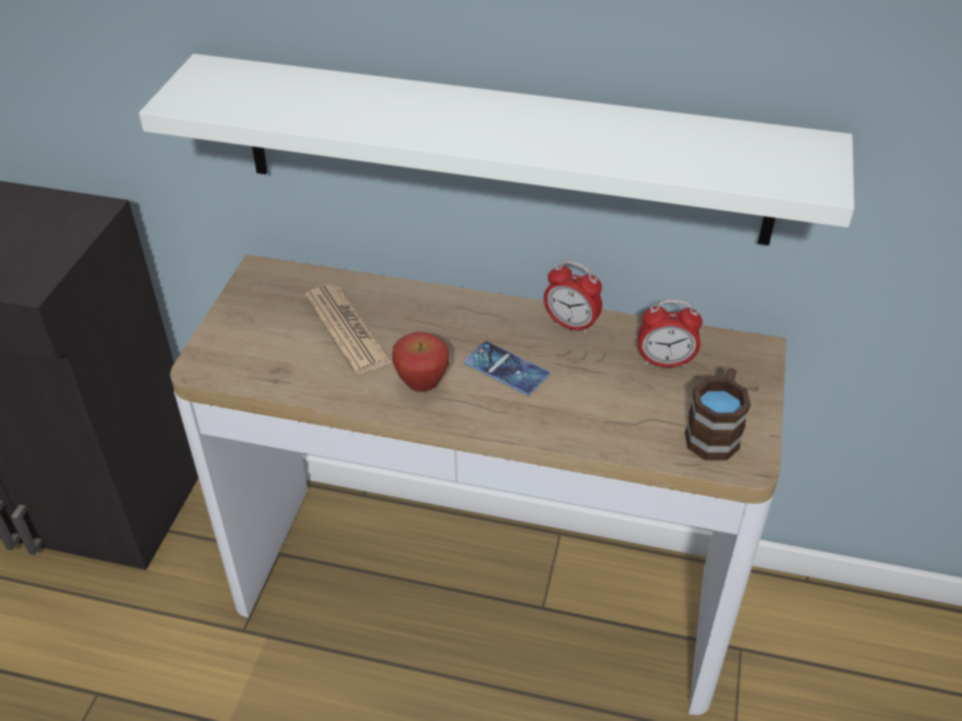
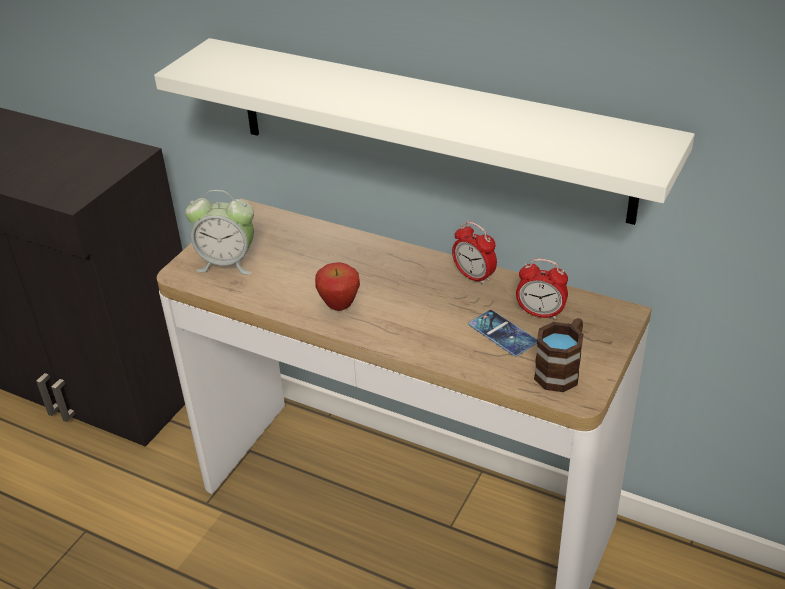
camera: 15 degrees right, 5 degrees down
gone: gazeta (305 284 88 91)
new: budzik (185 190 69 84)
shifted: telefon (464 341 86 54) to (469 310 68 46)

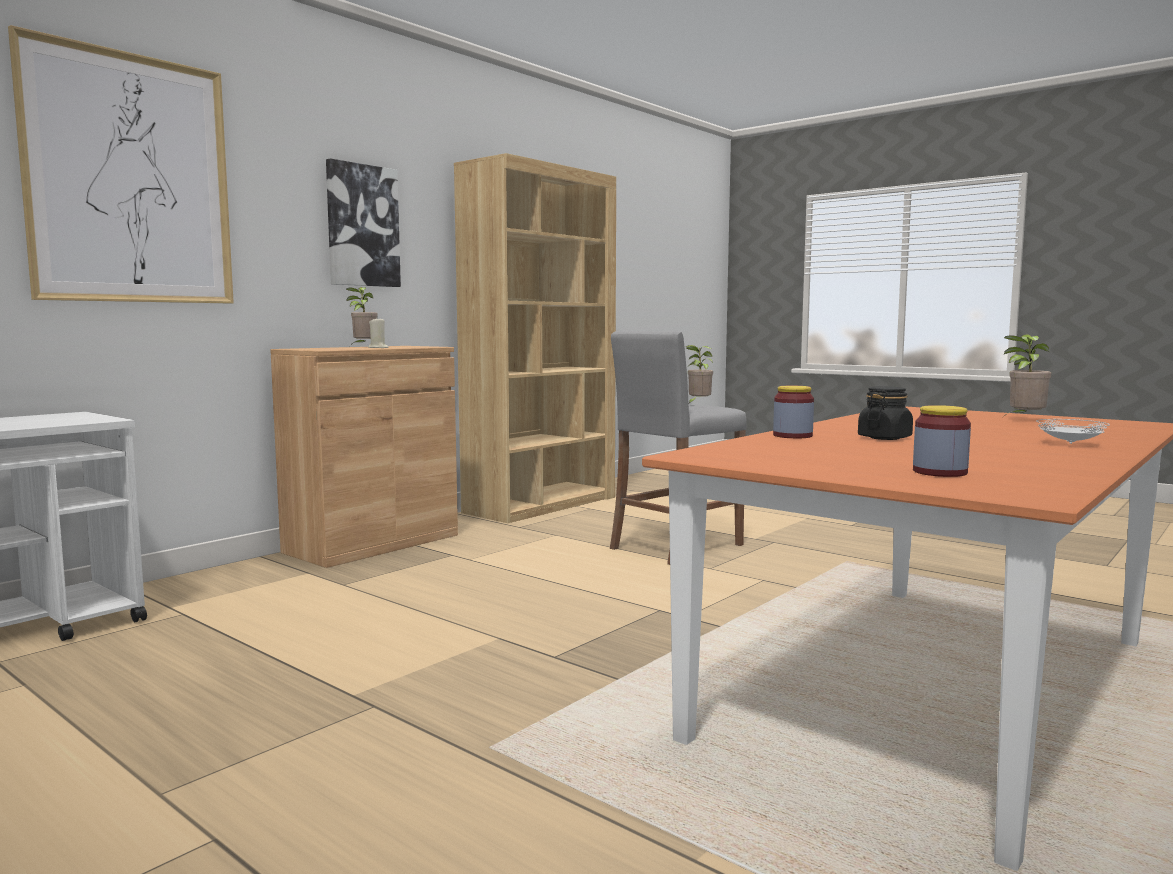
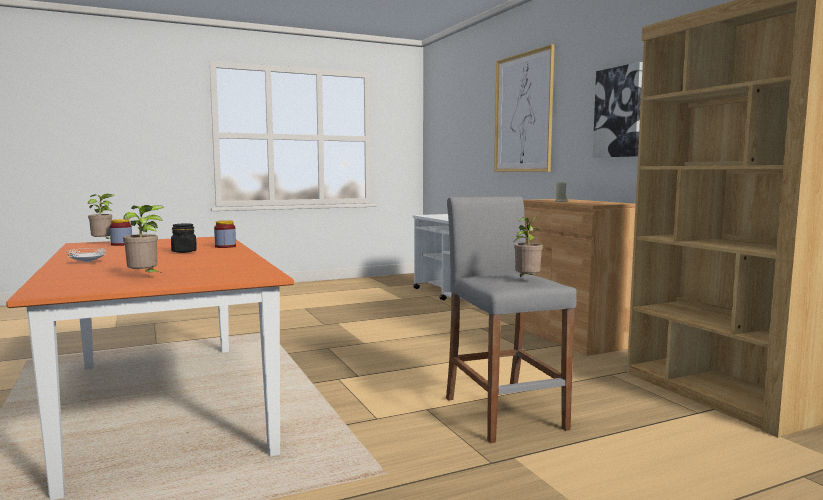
camera: 115 degrees right, 0 degrees up
shifted: roślina doniczkowa (346 287 32 59) to (87 194 28 45)

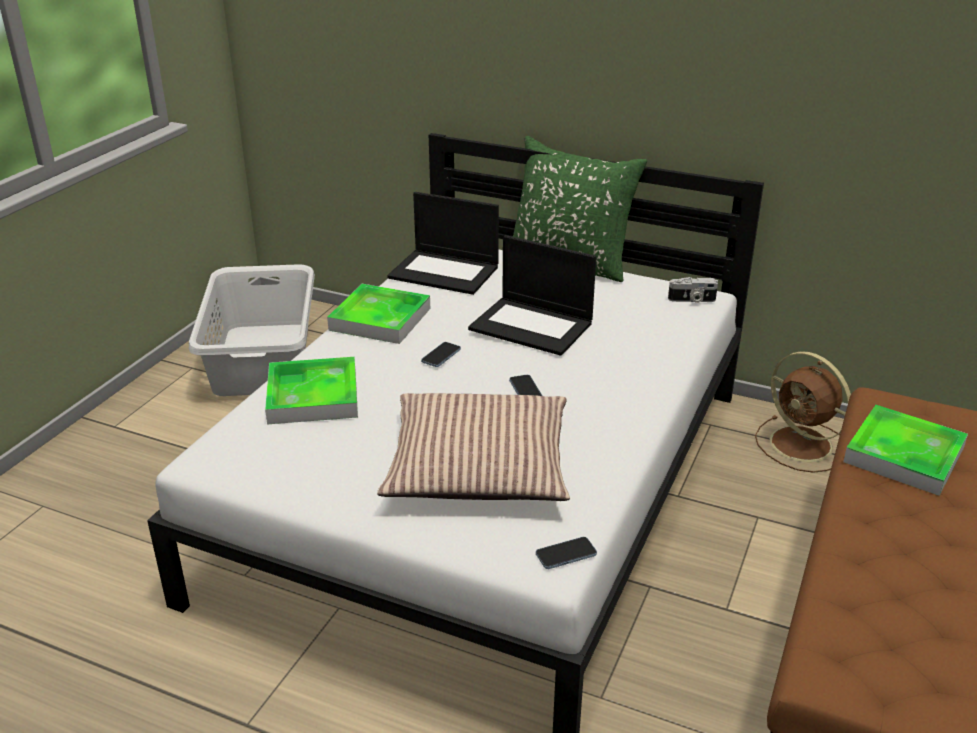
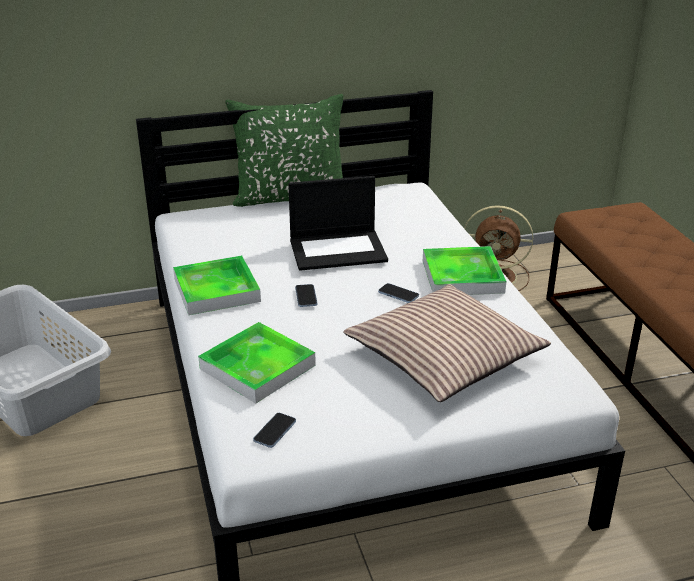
camera: 40 degrees left, 0 degrees up
gone: laptop (387 192 112 103); aparat fotograficzny (668 277 50 26)
shifted: taca (843 405 125 91) to (423 246 83 49); telefon (536 537 61 32) to (253 413 43 35)

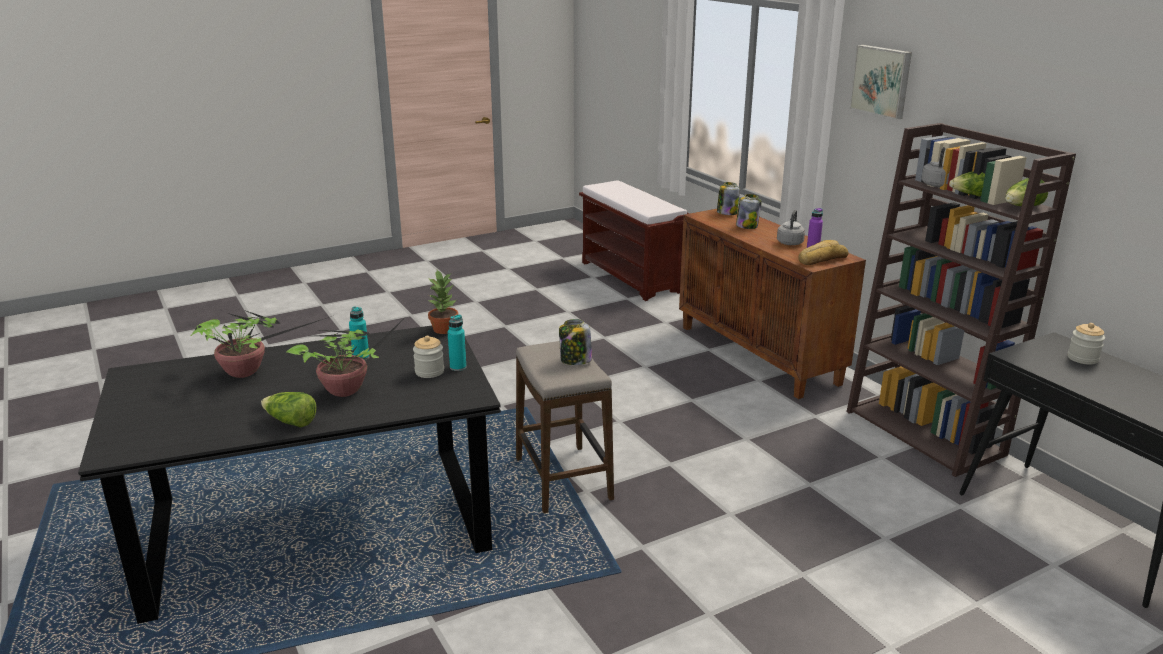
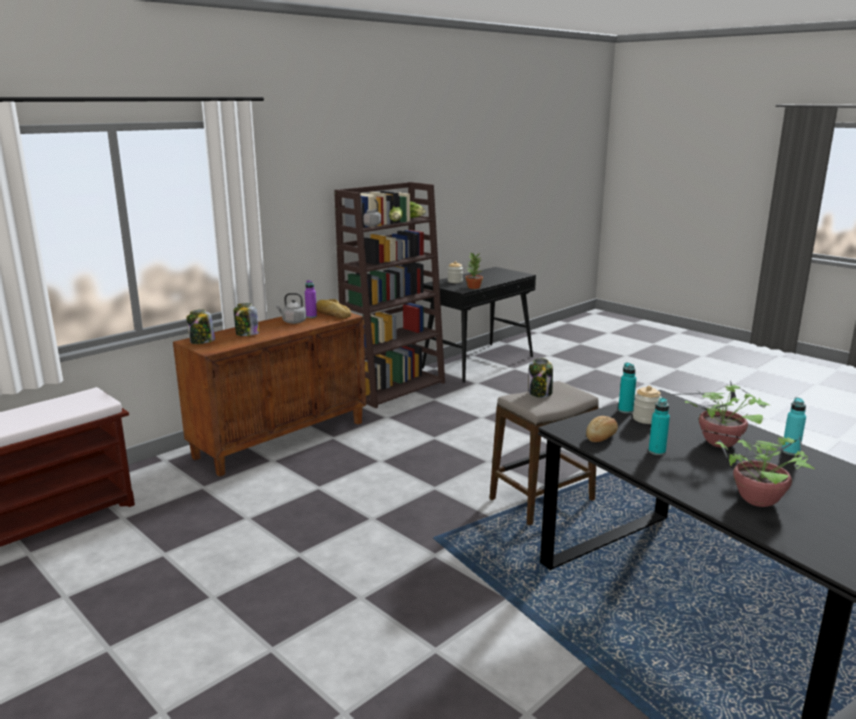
camera: 105 degrees left, 5 degrees down
gone: obraz (849 45 63 75)
new: chleb (586 416 32 26)
shifted: roślina doniczkowa (428 270 30 64) to (465 253 18 36)
swapped: sałata (261 392 56 36) to butelka/turkusowy (782 398 24 57)

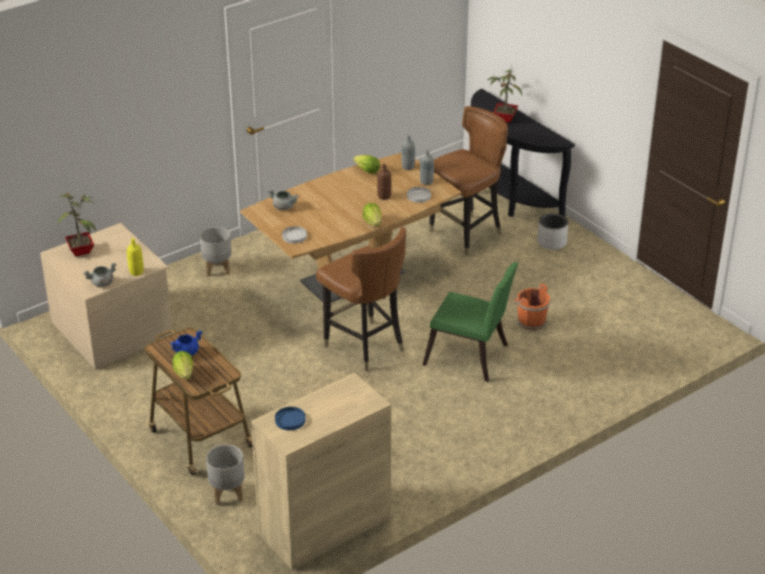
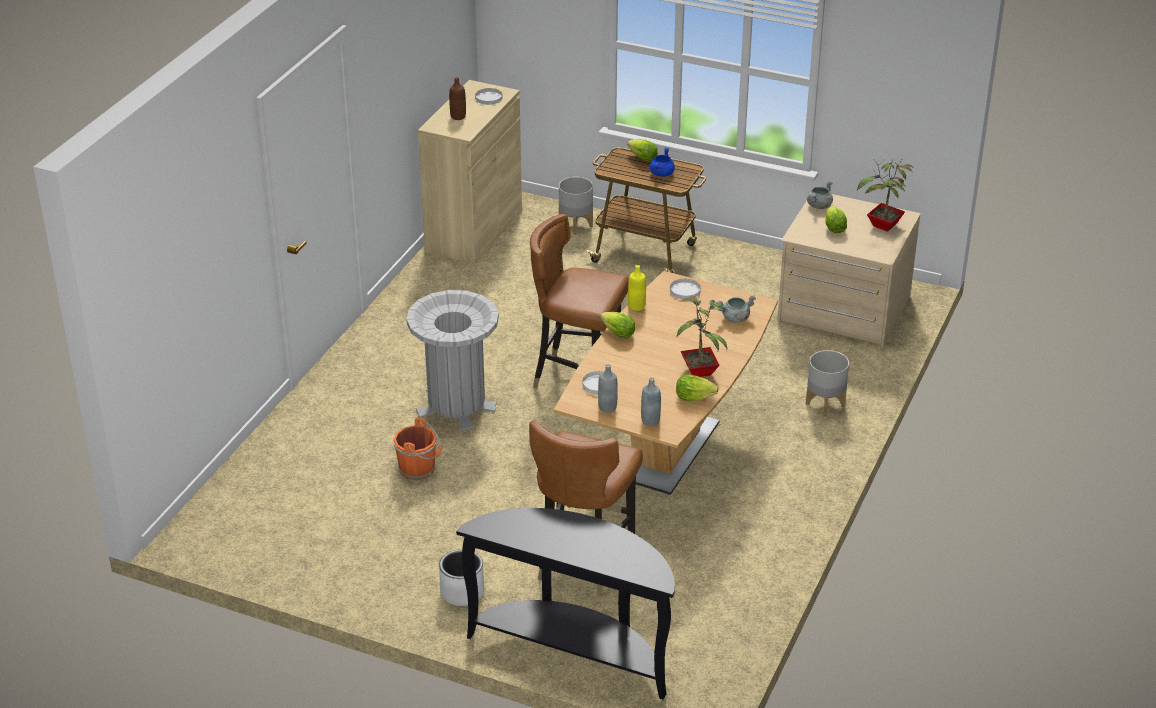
camera: 150 degrees right, 0 degrees up
new: sałata (825 206 22 27)
shifted: roślina doniczkowa (486 65 36 58) to (677 296 50 81); butelka/brązowy (377 164 14 36) to (449 77 17 43); butelka/żółty (127 238 17 38) to (628 265 18 46)
swapped: krzesło/zielony (423 262 96 120) to kosz na śmieci/szary (406 290 93 141)
repainted: talerz/niebieski (275 407 31 23) to talerz/biały (475 88 27 17)

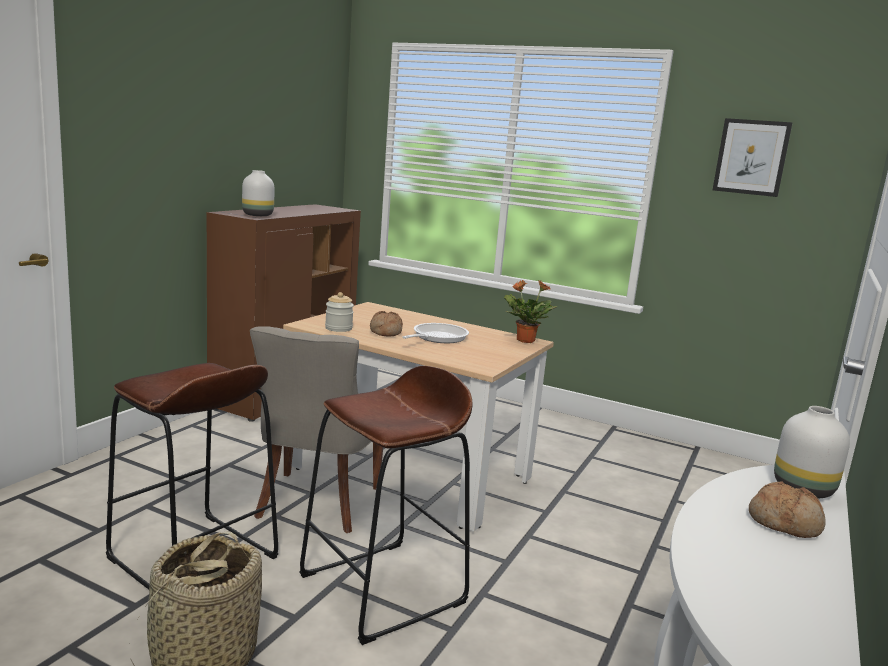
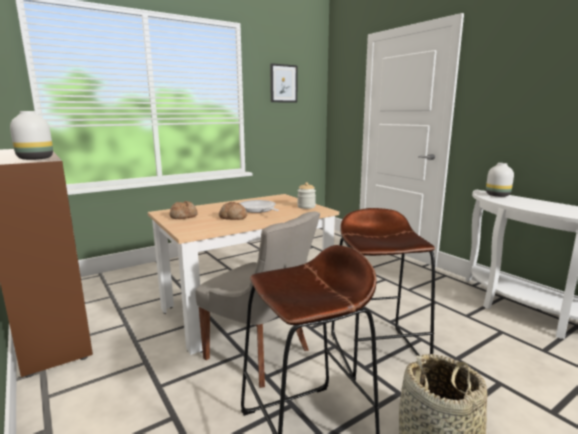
camera: 60 degrees left, 0 degrees up
gone: roślina doniczkowa (504 280 54 63)
shifted: słoik (325 292 29 40) to (297 182 19 27); chleb (749 481 77 57) to (169 201 29 18)

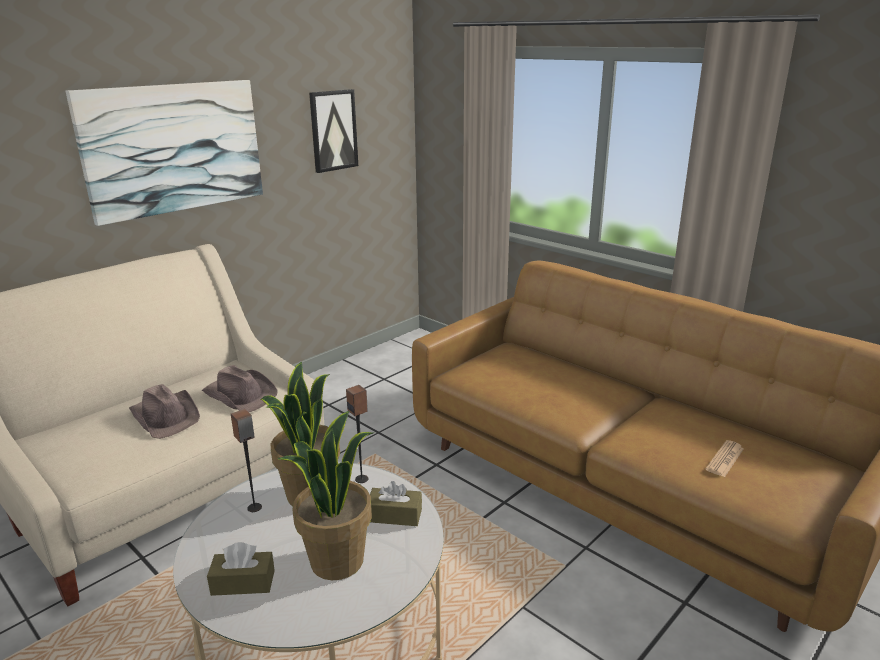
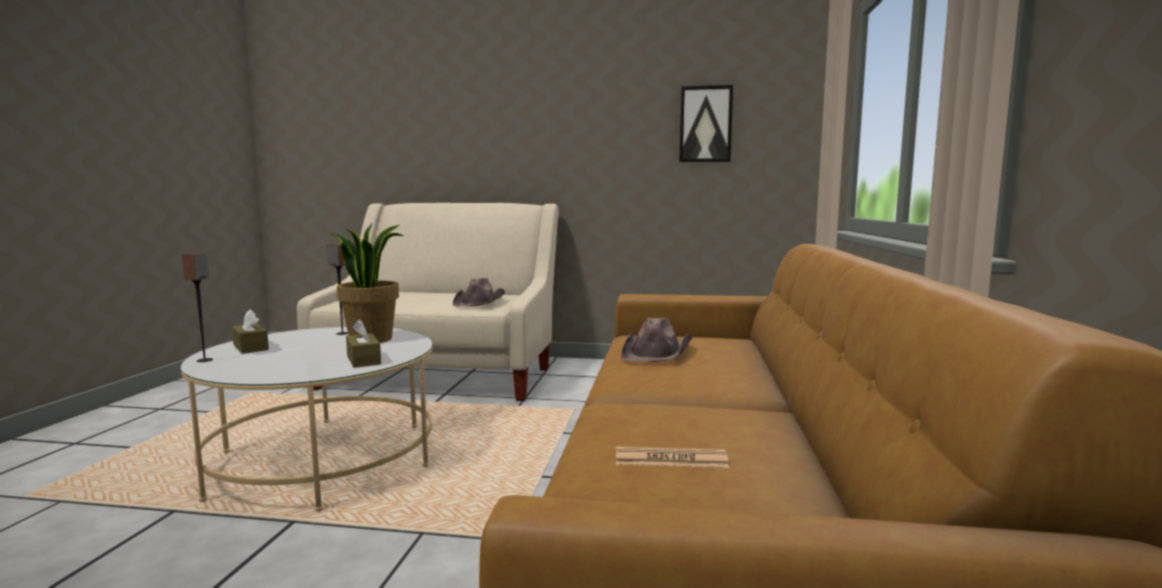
camera: 55 degrees right, 15 degrees down
gone: obraz (66 80 197 146); roślina doniczkowa (278 411 97 169)
shifted: kapelusz/brązowy (129 384 71 55) to (621 318 71 44); głośnik (346 385 22 98) to (182 253 31 109)

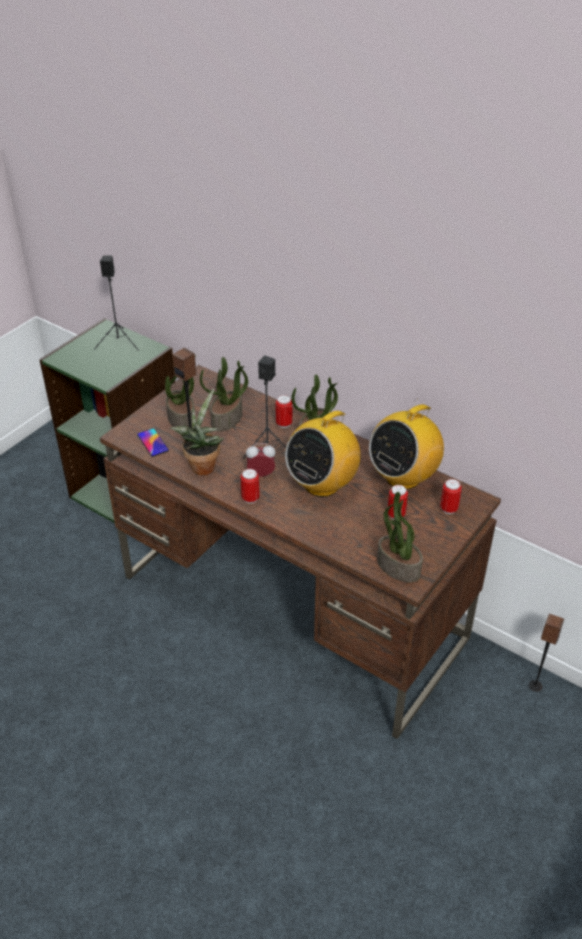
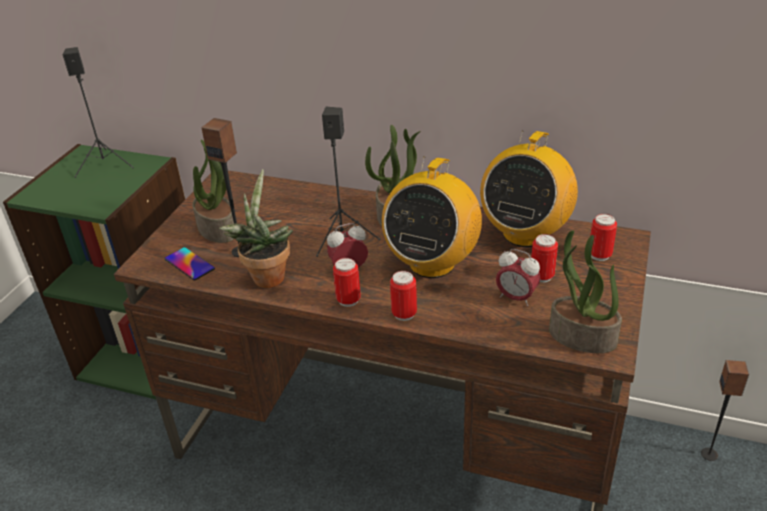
camera: 15 degrees left, 5 degrees down
gone: roślina doniczkowa (200 357 48 75)
new: budzik (496 249 44 58)
shifted: puszka (276 395 16 33) to (390 271 27 50)

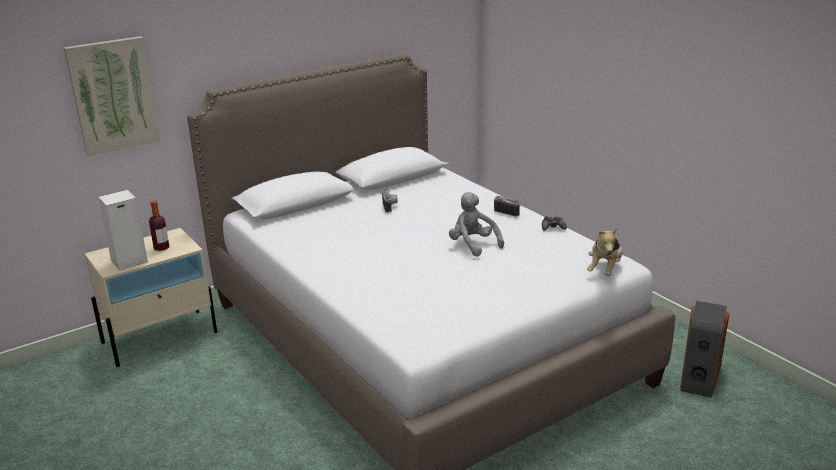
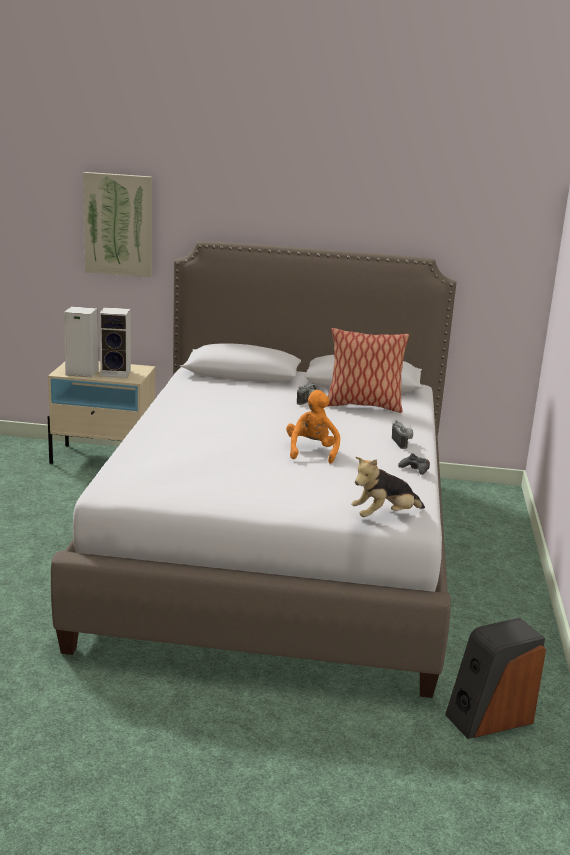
camera: 40 degrees right, 5 degrees down
new: poduszka (328 328 81 85)
swapped: butelka (149 200 21 51) to głośnik (100 307 31 71)
repainted: pluszak/szary (449 192 55 65) to pluszak/pomarańczowy (286 390 54 74)

